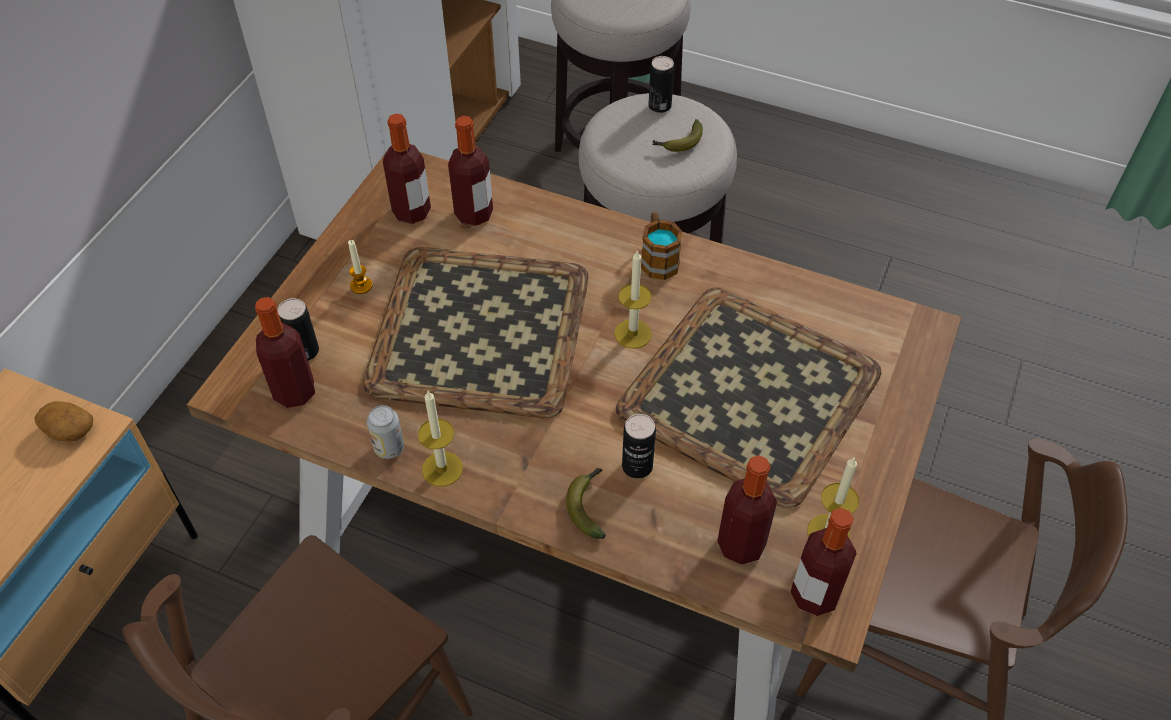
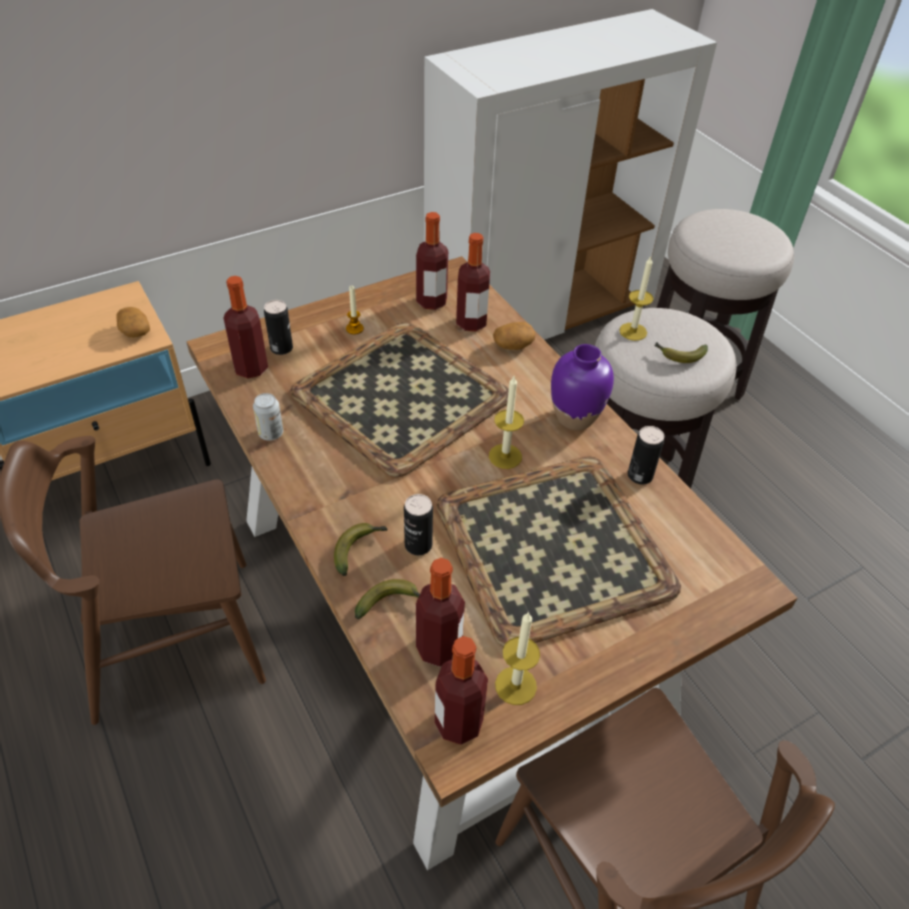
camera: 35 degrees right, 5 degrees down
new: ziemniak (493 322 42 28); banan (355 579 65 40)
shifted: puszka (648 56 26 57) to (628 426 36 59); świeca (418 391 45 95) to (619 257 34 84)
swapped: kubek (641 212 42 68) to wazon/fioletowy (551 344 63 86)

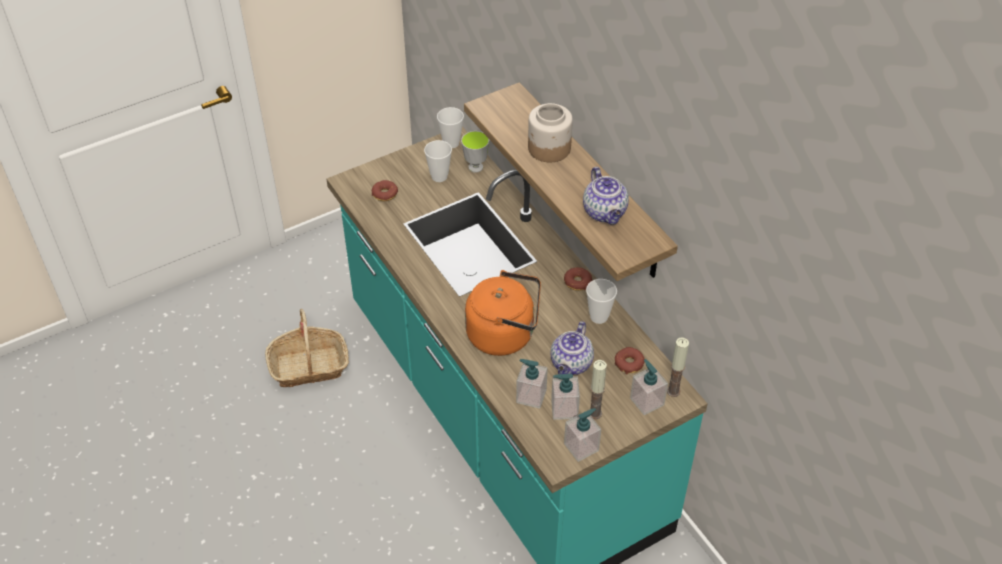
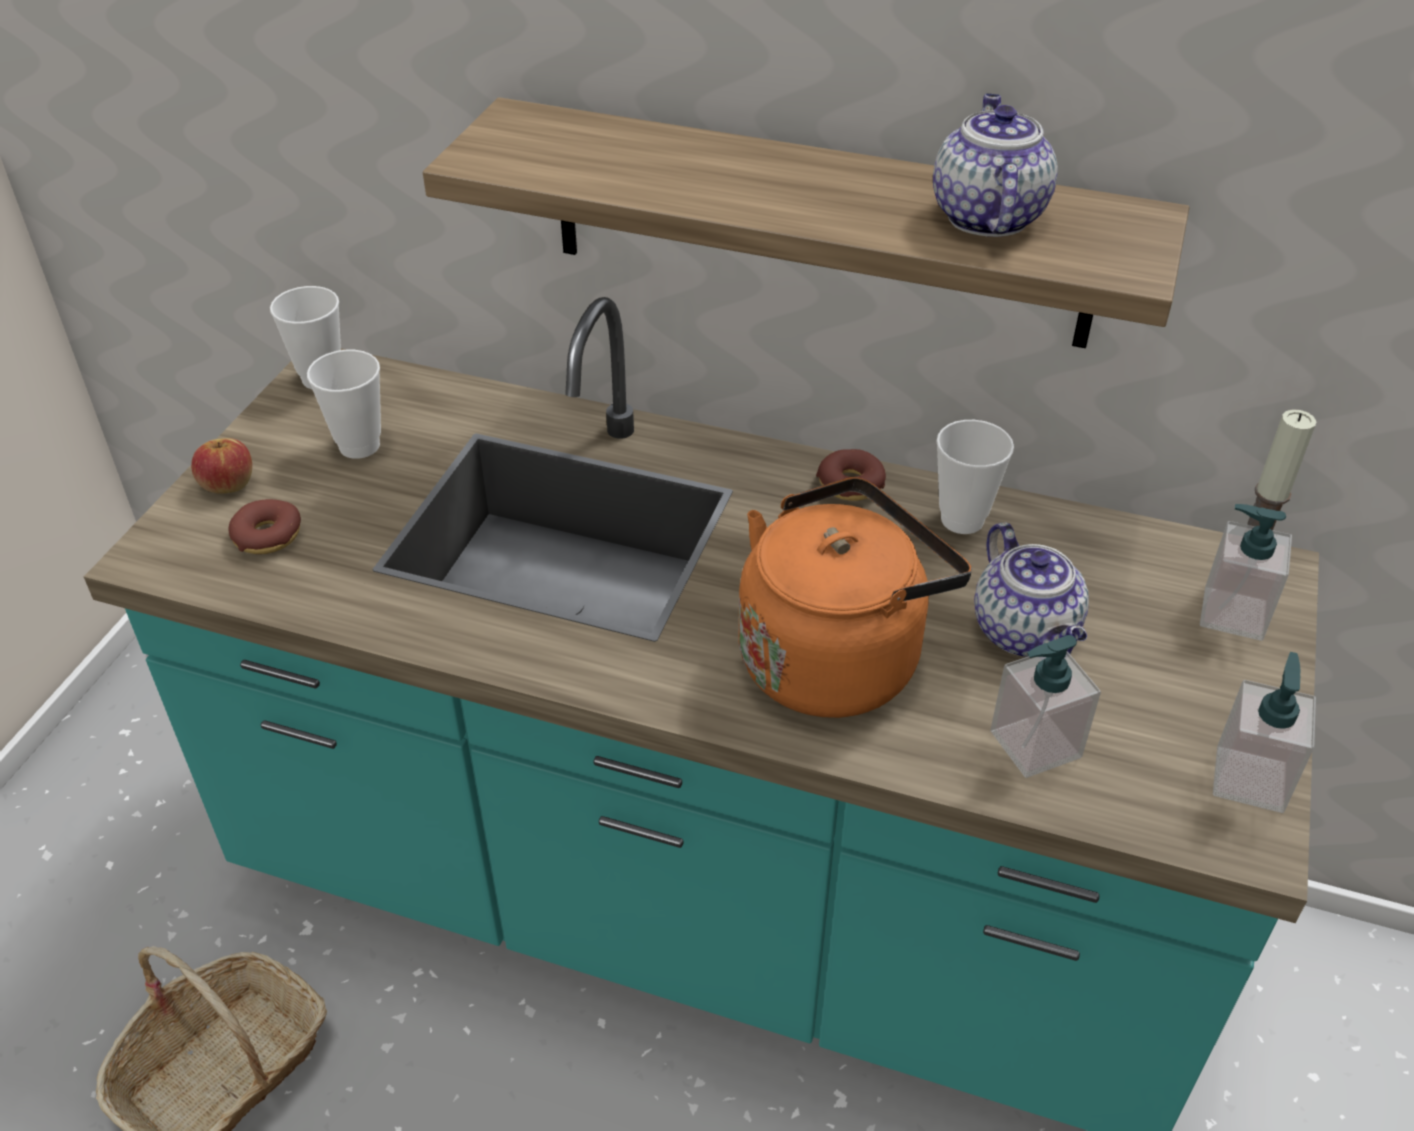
camera: 40 degrees left, 5 degrees down
gone: słoik (528 103 45 59); filiżanka (461 131 28 42); donut (615 347 30 27); świeca (590 360 17 59); dozownik mydła (551 374 29 46)
new: jabłko (191 438 61 55)
rotated: imbryk (583 167 46 58) = (933 94 125 143) 120 degrees counterclockwise

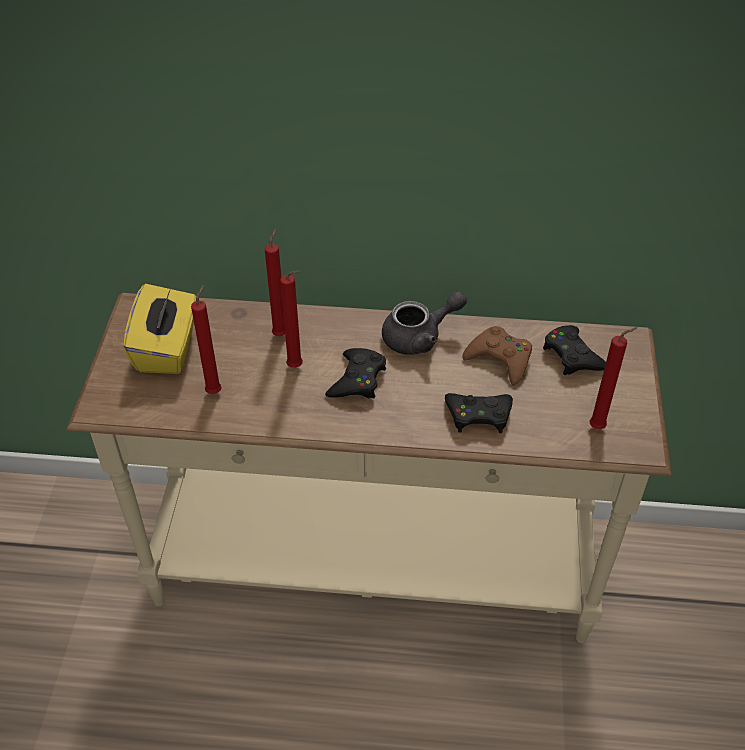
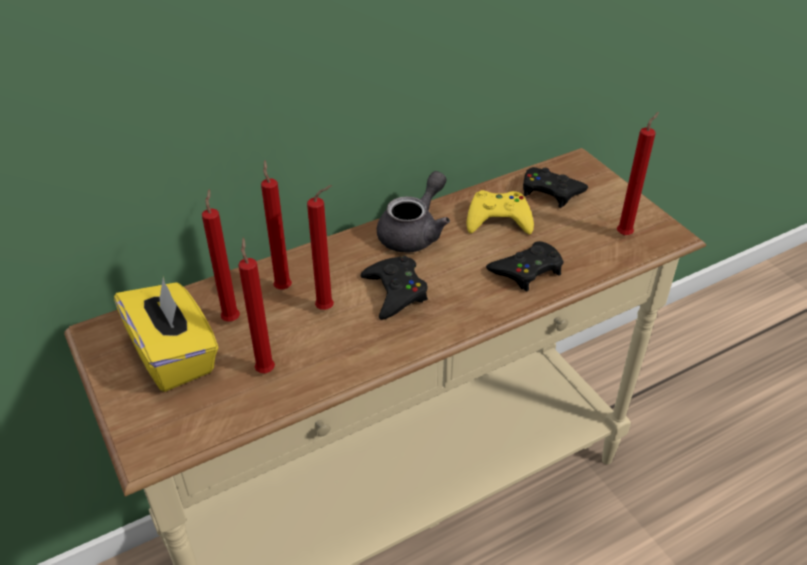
camera: 35 degrees left, 5 degrees down
new: świeca/czerwony (202 189 38 133)
repainted: pad do gier/brązowy (463 326 69 59) to pad do gier/żółty (466 190 68 44)

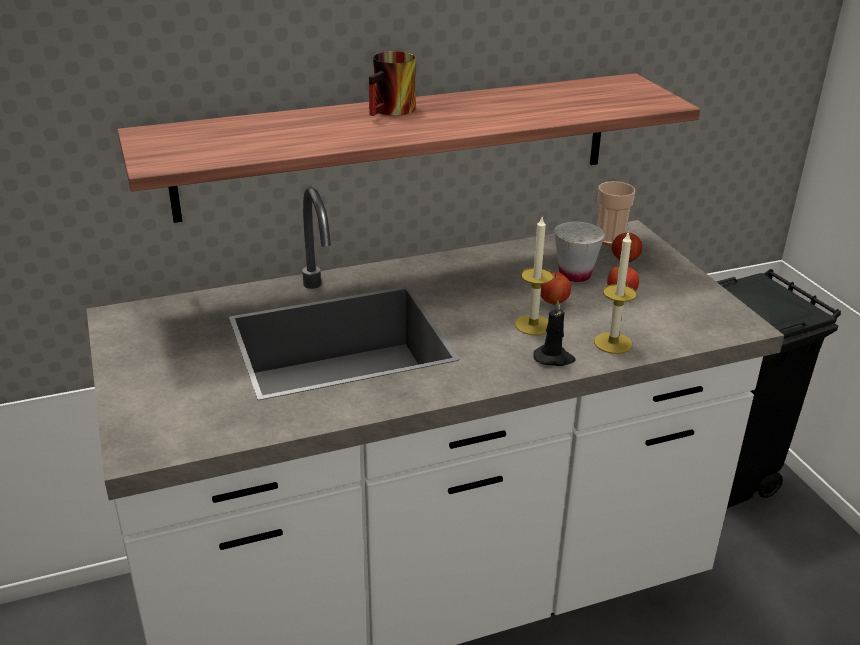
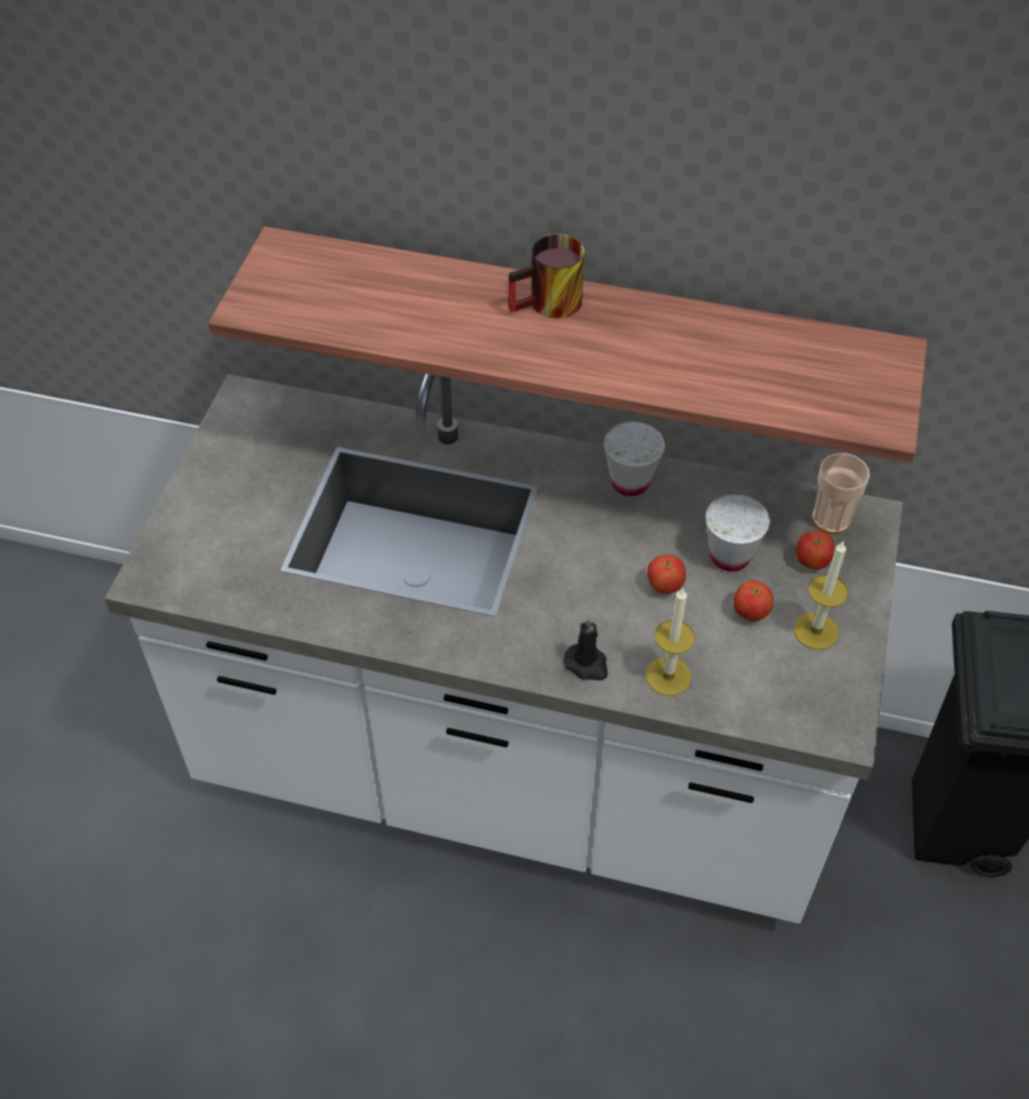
camera: 35 degrees right, 20 degrees up
new: filiżanka/biały (603 421 62 75)
shifted: świeca (515 217 39 118) to (794 540 54 110)

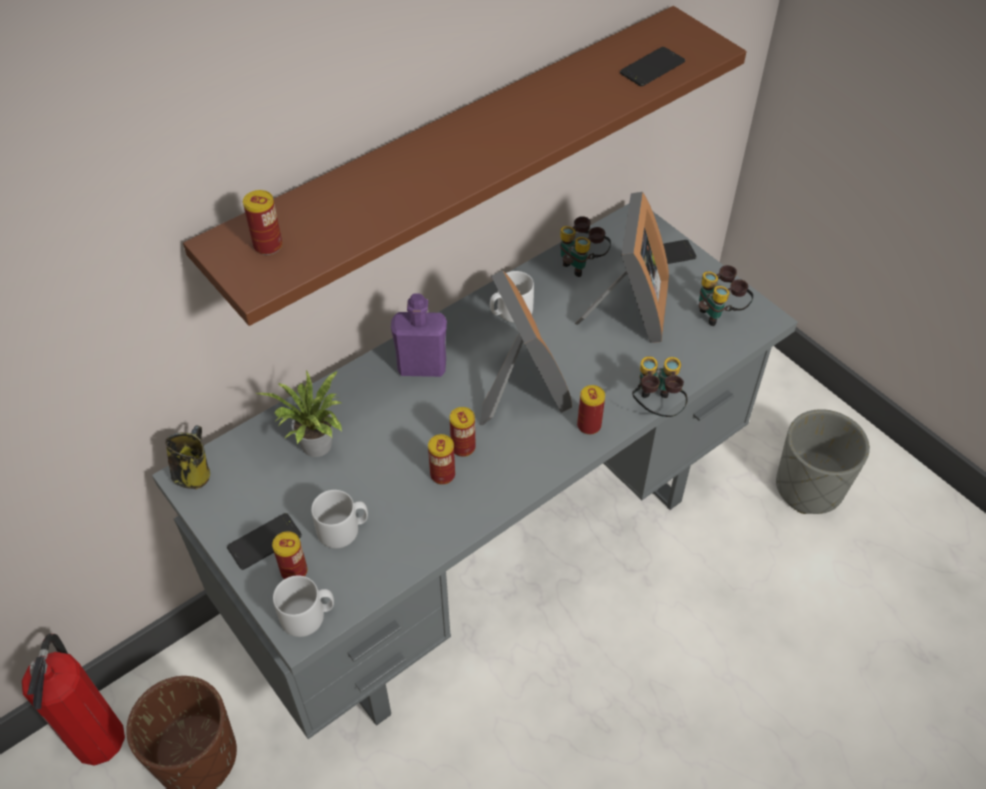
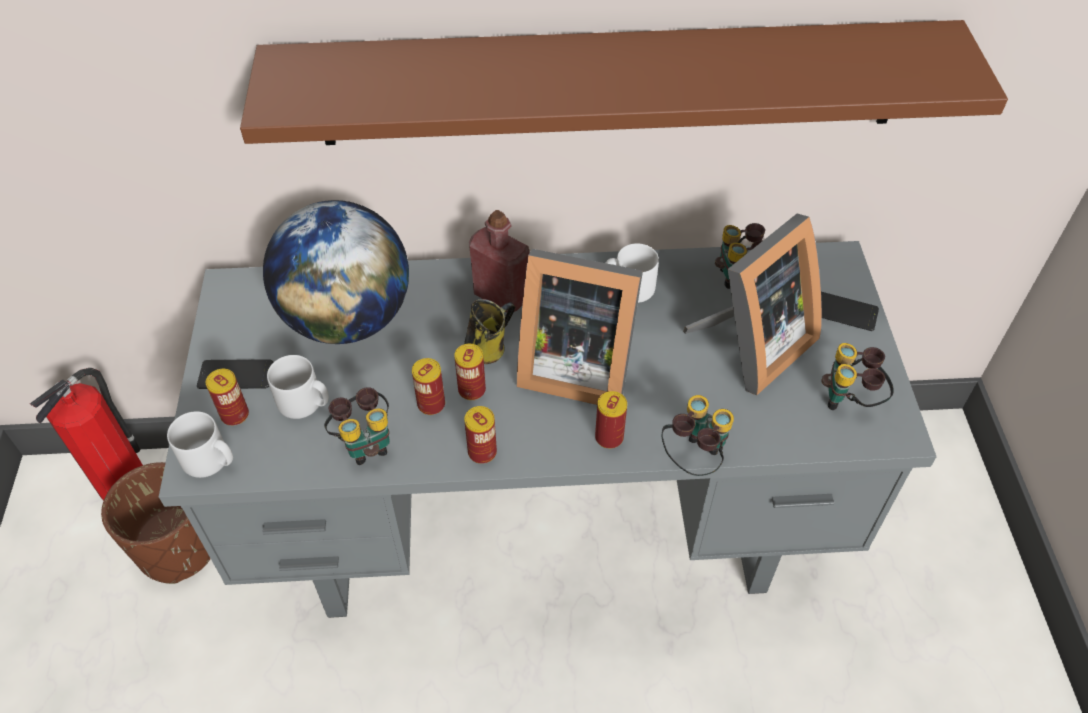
camera: 35 degrees right, 0 degrees up
gone: telefon (620 47 65 39); donica/szary (776 409 94 105)
new: lornetka (324 387 66 78)
shifted: puszka (243 190 39 65) to (464 406 33 58); kubek (165 425 45 64) to (464 299 51 65)
swapped: roślina doniczkowa (254 370 88 87) to globus (263 200 146 144)
repainted: butelka/fioletowy (391 293 56 84) to butelka/czerwony (469 210 60 103)
rotated: ramka na zdjęcie (480 270 92 155) = (517 249 126 156) 90 degrees clockwise

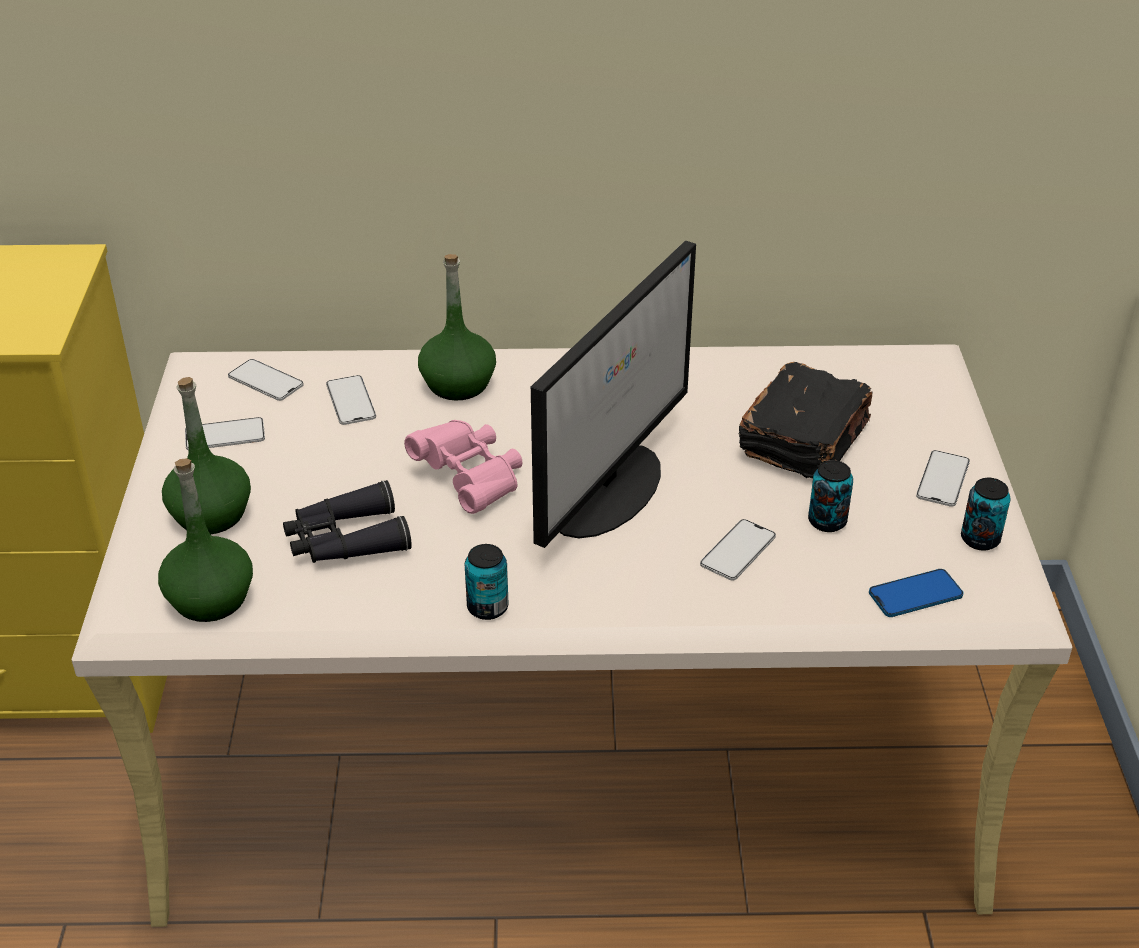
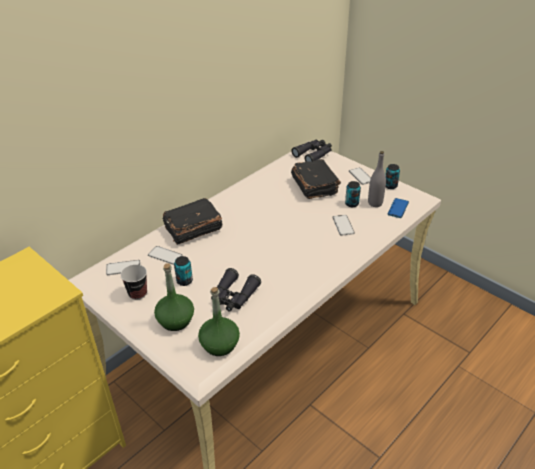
camera: 45 degrees left, 0 degrees up
gone: monitor (531 241 165 307); lornetka/różowy (404 420 118 94)
new: lornetka/czarny (291 139 41 23); butelka/szary (368 151 18 56)
shifted: puszka (465 544 43 76) to (174 256 19 30)
swapped: butelka/zielony (418 254 78 146) to książka/czarny (162 198 60 47); telefon (185 417 80 33) to filiżanka (120 264 27 36)

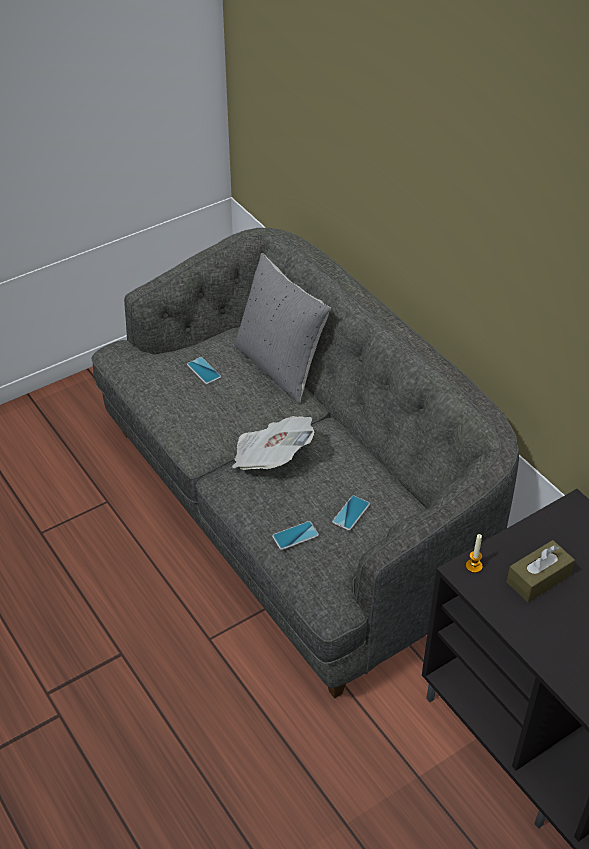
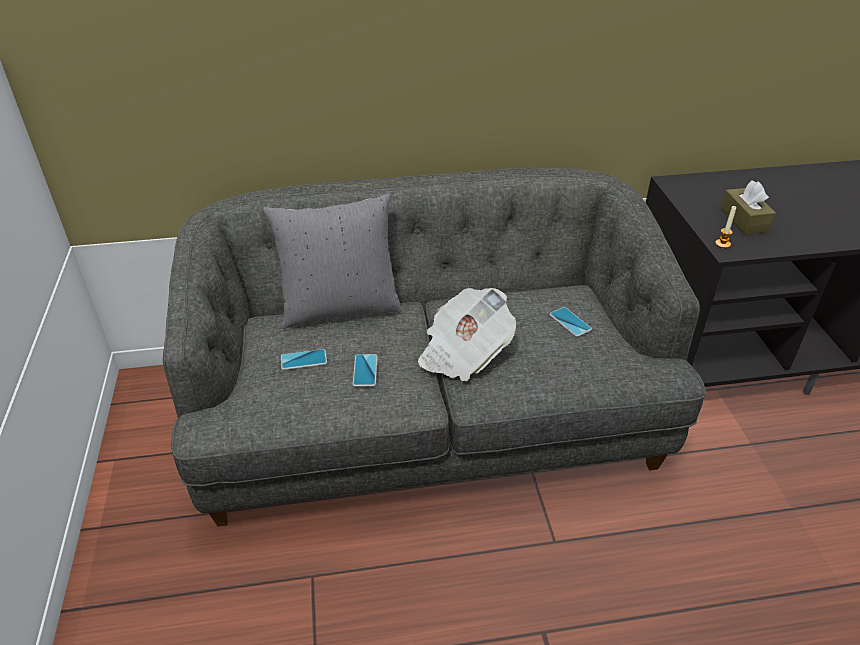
camera: 65 degrees left, 5 degrees down
shifted: telefon (272 521 47 29) to (353 354 25 33)

